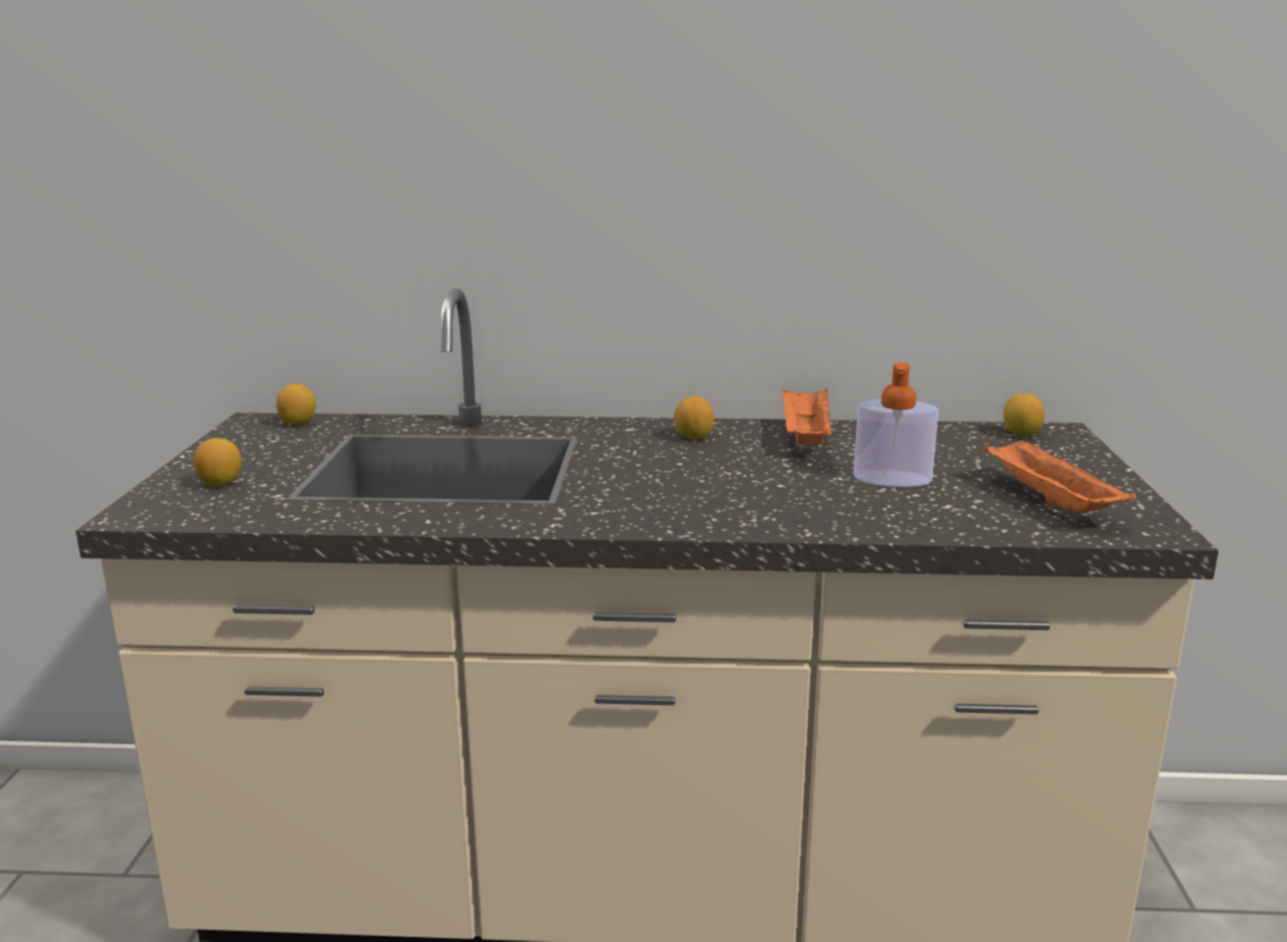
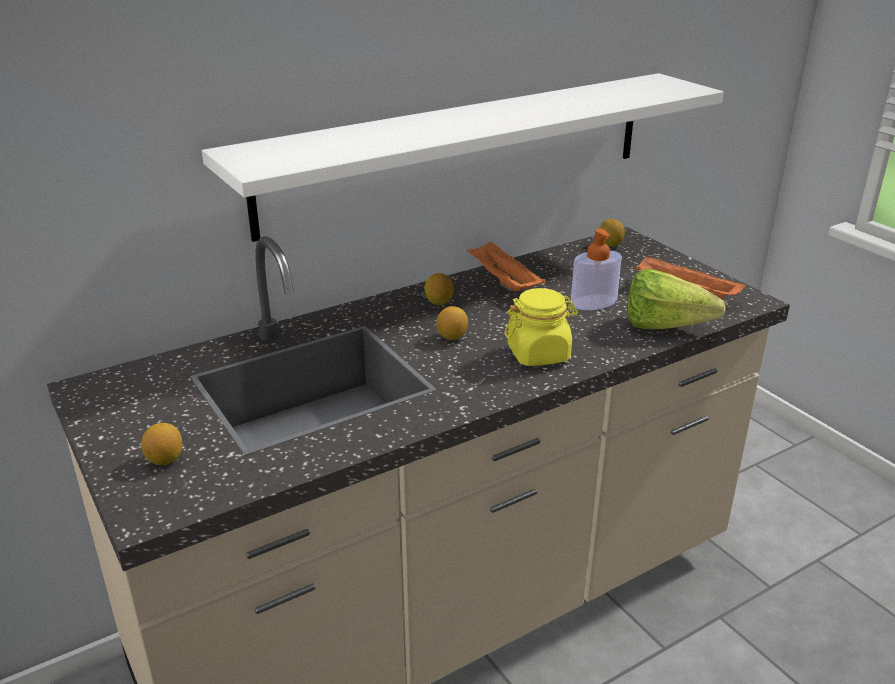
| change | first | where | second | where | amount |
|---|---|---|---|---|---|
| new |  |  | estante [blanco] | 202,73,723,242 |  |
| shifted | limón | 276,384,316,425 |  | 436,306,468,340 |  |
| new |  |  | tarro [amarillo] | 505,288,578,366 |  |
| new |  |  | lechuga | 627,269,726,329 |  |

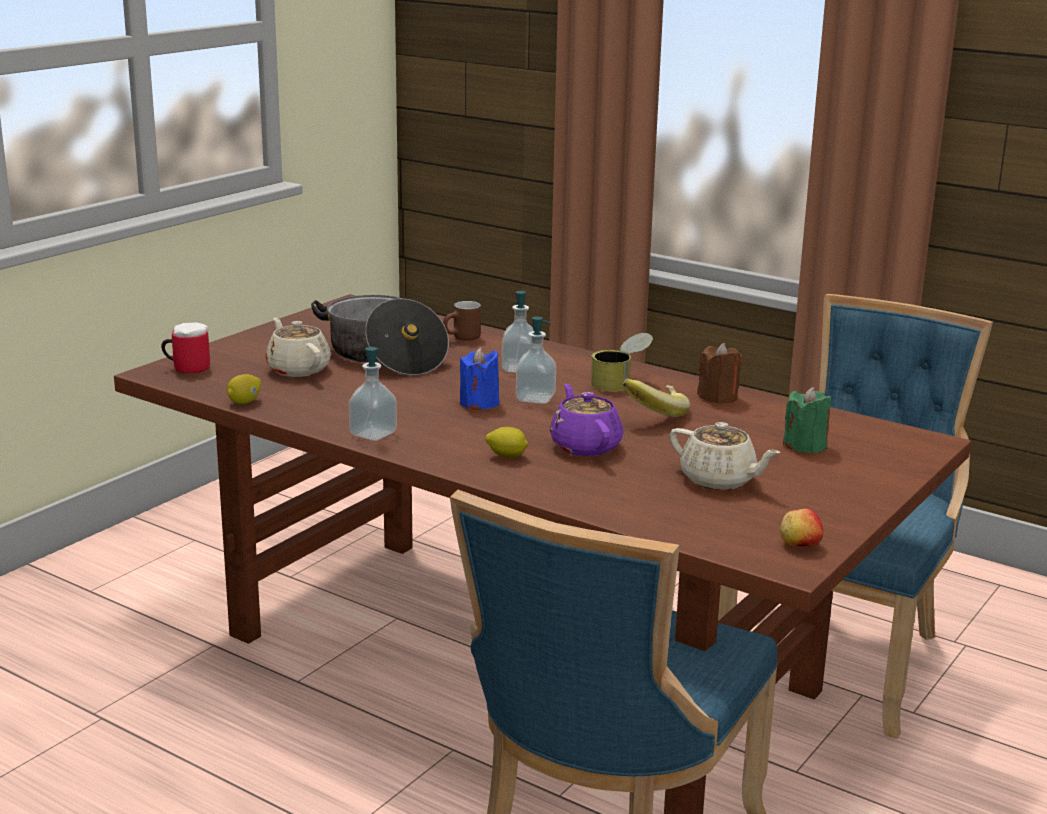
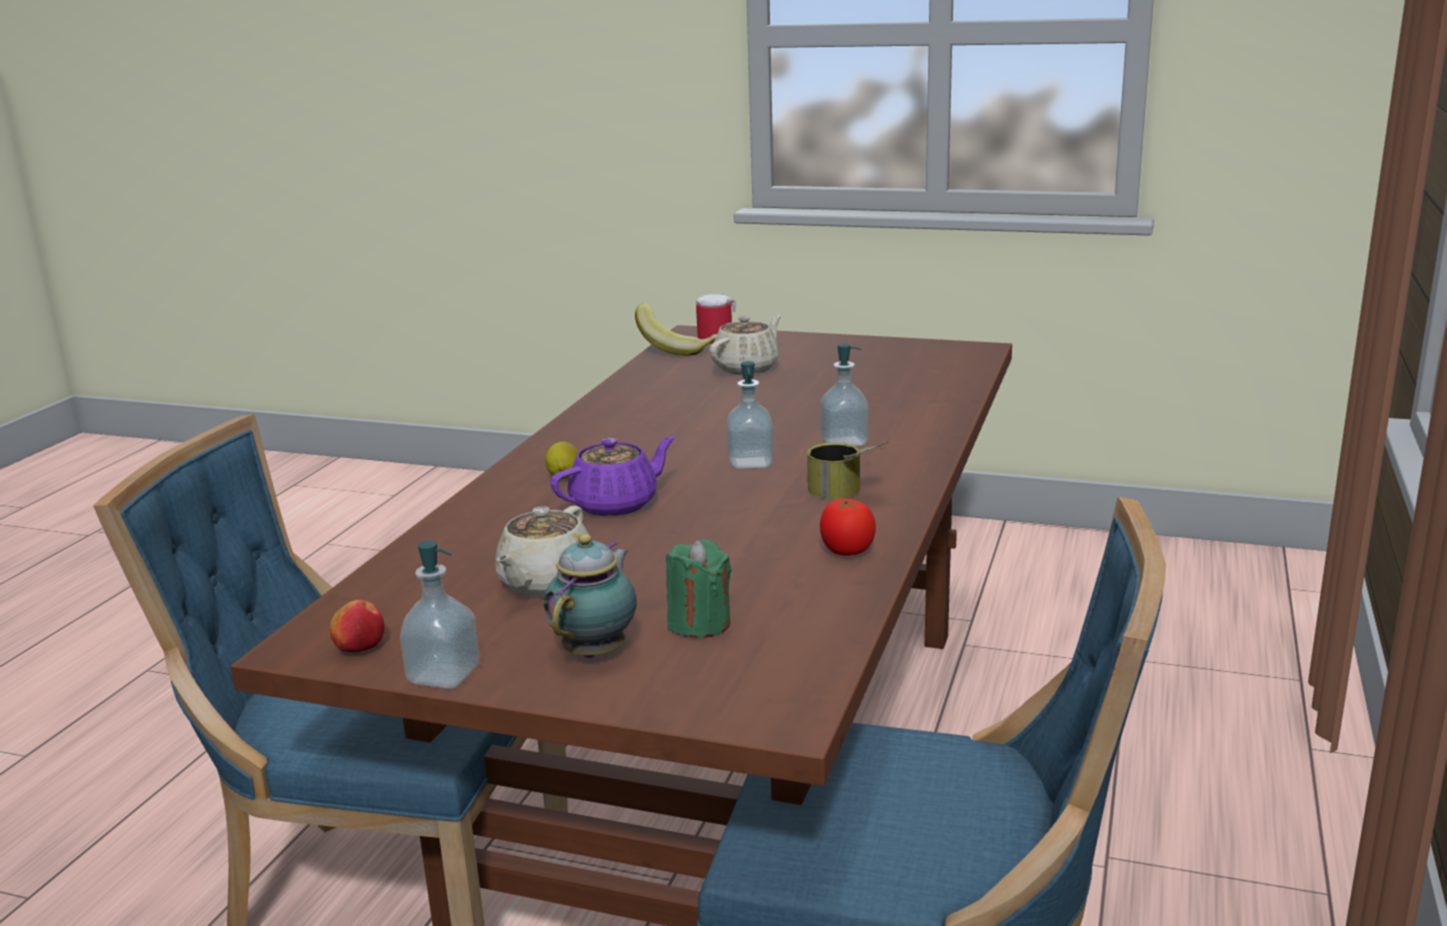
| change | first | where | second | where | amount |
|---|---|---|---|---|---|
| shifted | dispensador de jabón | 349,347,397,441 |  | 400,541,480,689 |  |
| new |  |  | tetera | 544,534,637,658 |  |
| shifted | plátano | 623,379,690,417 |  | 635,303,717,356 |  |
| swapped | vela [marrón] | 697,343,743,404 | tomate | 820,499,876,556 |  |
| gone | limón | 227,374,261,404 |  |  |  |
| gone | olla | 311,295,449,376 |  |  |  |
| gone | taza grande [marrón] | 443,301,481,341 |  |  |  |
| gone | vela [azul] | 460,347,499,409 |  |  |  |

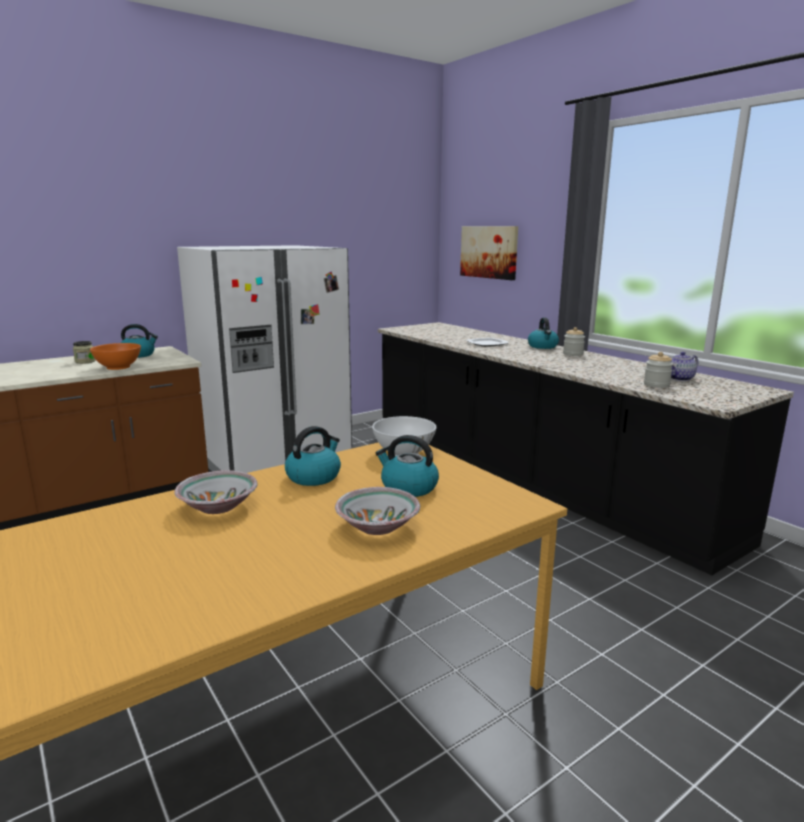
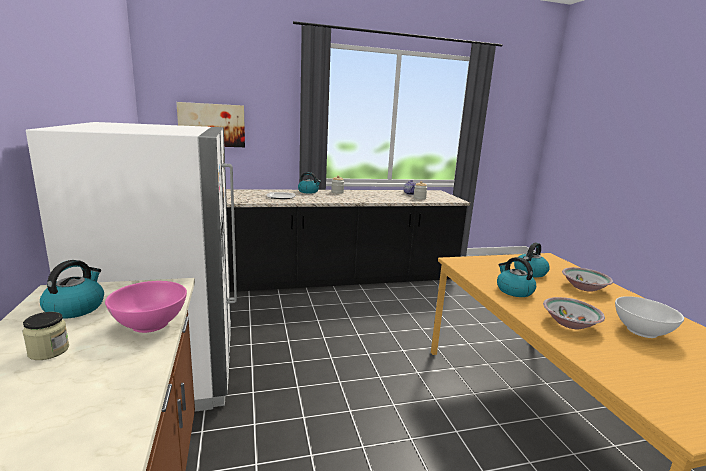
| change | first | where | second | where | amount |
|---|---|---|---|---|---|
| repainted | cuenco [naranja] | 90,343,141,370 | cuenco [rosa] | 105,281,187,333 |  |
| shifted | cuenco [blanco] | 372,416,436,457 |  | 615,296,684,338 |  |

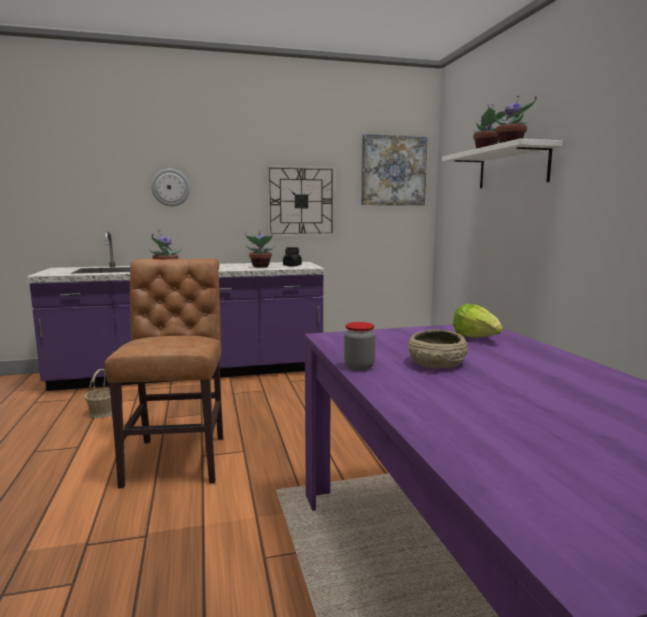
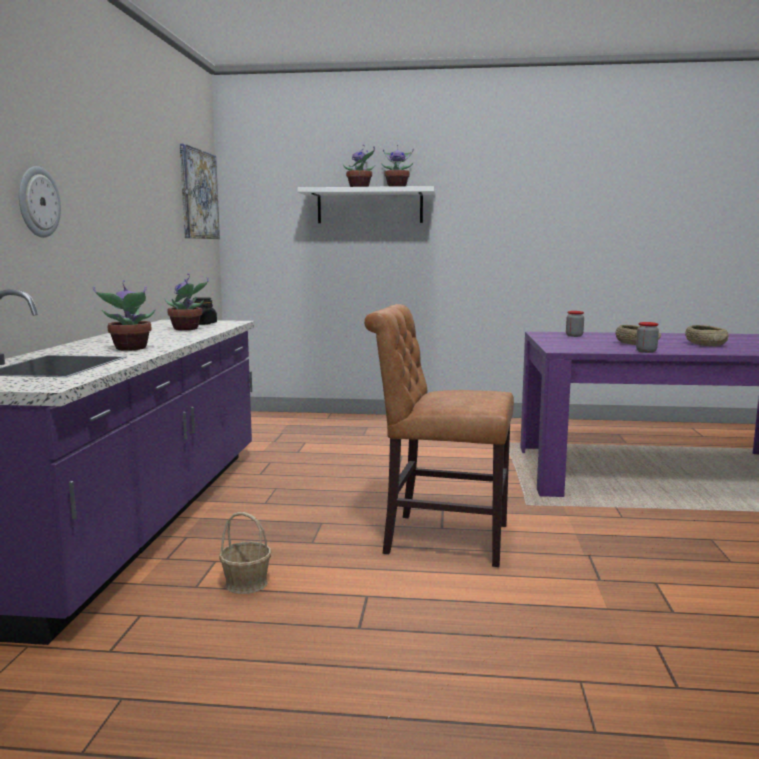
| change | first | where | second | where | amount |
|---|---|---|---|---|---|
| swapped | lechuga | 453,304,503,338 | tarro | 566,311,584,337 |  |
| new |  |  | cuenco [beis] | 685,325,729,346 |  |
| gone | reloj de pared | 266,165,335,237 |  |  |  |

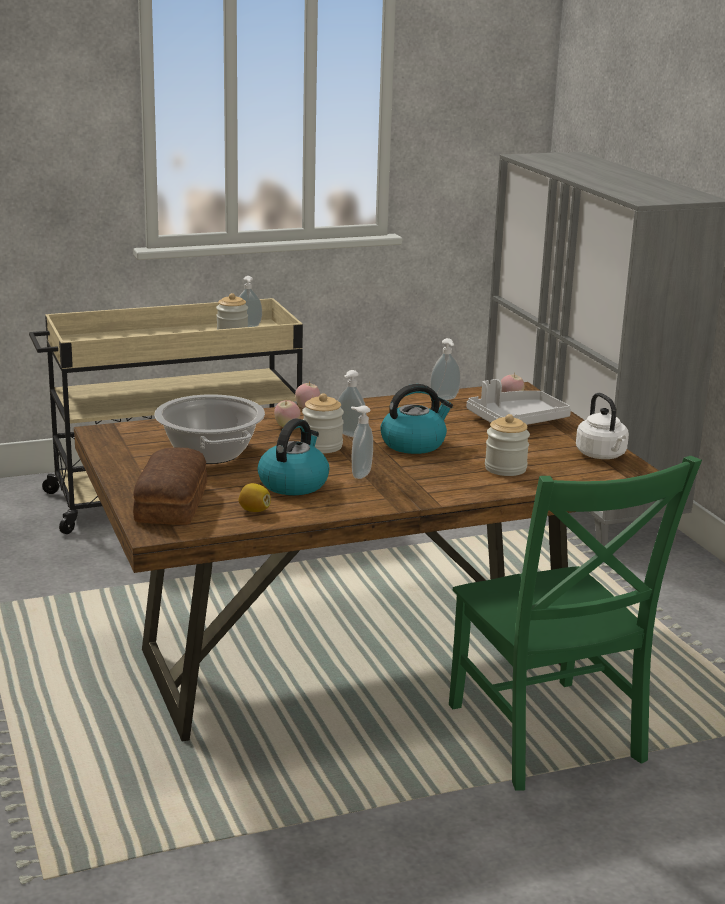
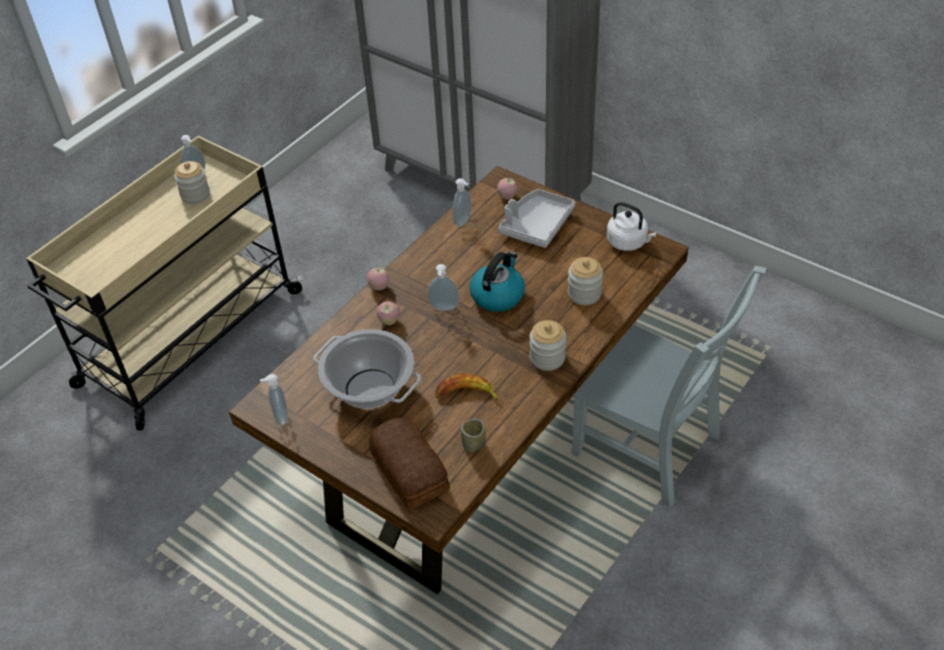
| change | first | where | second | where | amount |
|---|---|---|---|---|---|
| shifted | dispensador de jabón | 351,406,373,479 |  | 260,374,287,425 |  |
| swapped | hervidor | 257,418,329,495 | plátano | 436,374,500,401 |  |
| swapped | limón | 238,483,271,512 | taza | 461,419,485,452 |  |
| shifted | tarro | 302,393,344,453 |  | 530,320,566,371 |  |
| repainted | silla [verde] | 449,456,702,791 | silla [gris] | 572,266,766,508 |  |

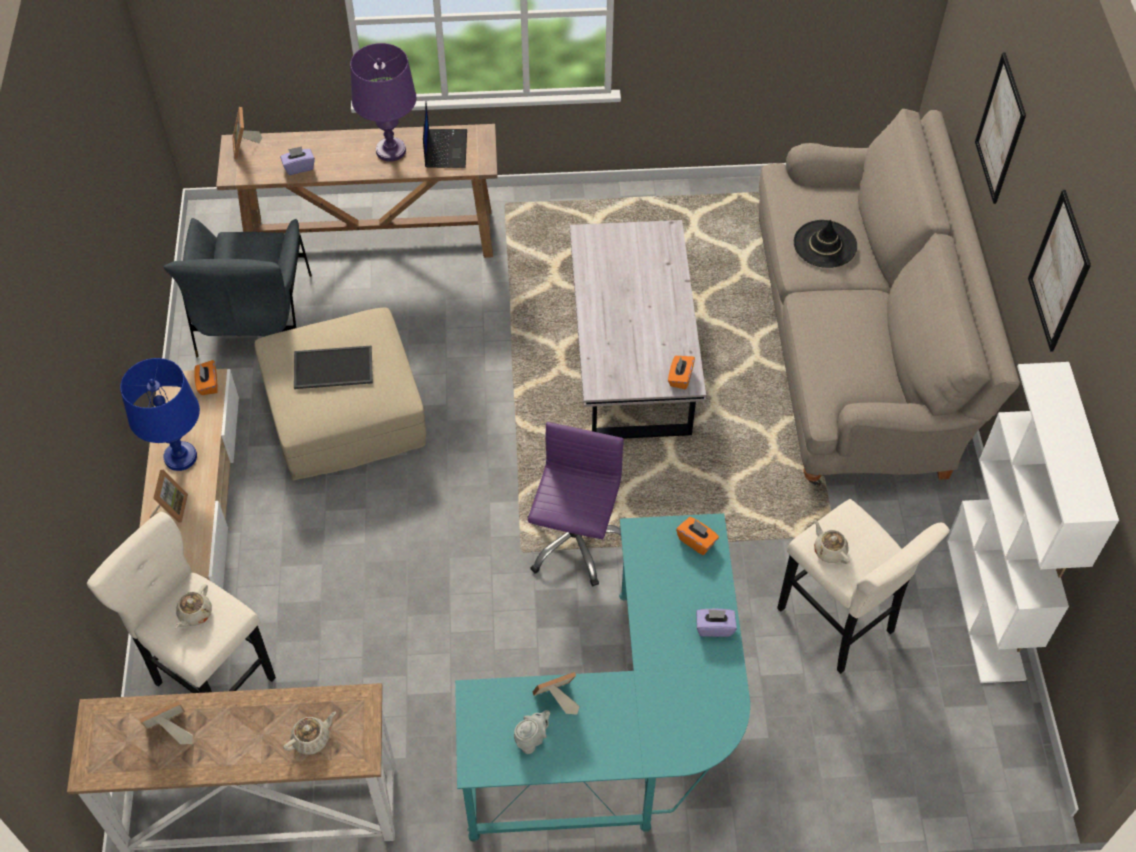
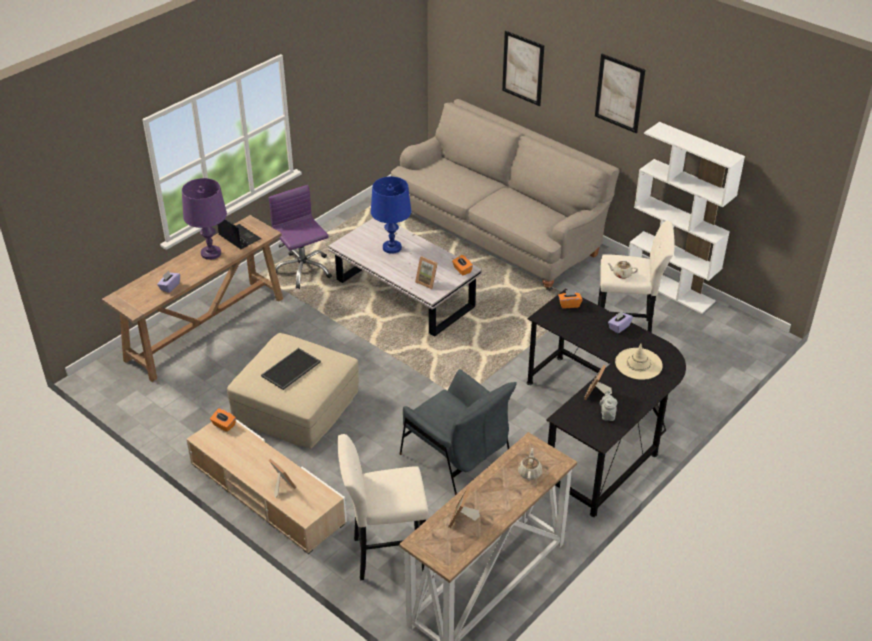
| change | first | where | second | where | amount |
|---|---|---|---|---|---|
| shifted | silla de oficina [morado] | 528,422,624,586 |  | 268,185,332,289 |  |
| shifted | lámpara de mesa [azul] | 120,358,200,471 |  | 371,177,411,254 |  |
| shifted | sillón [gris] | 164,218,312,357 |  | 400,369,517,495 |  |
| shifted | portarretratos | 232,107,262,159 |  | 415,256,438,289 |  |
| repainted | escritorio [turquesa] | 455,513,750,841 | escritorio [negro] | 527,289,686,517 |  |
| new |  |  | sombrero [beis] | 615,344,663,380 |  |
| gone | tetera [beis] | 175,584,212,628 |  |  |  |
| gone | sombrero [negro] | 794,220,857,268 |  |  |  |

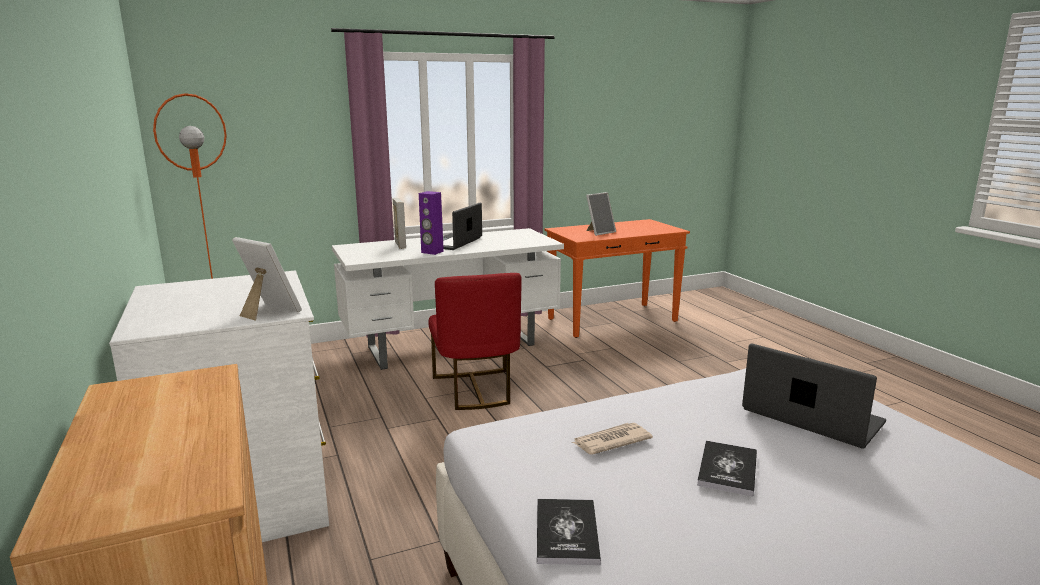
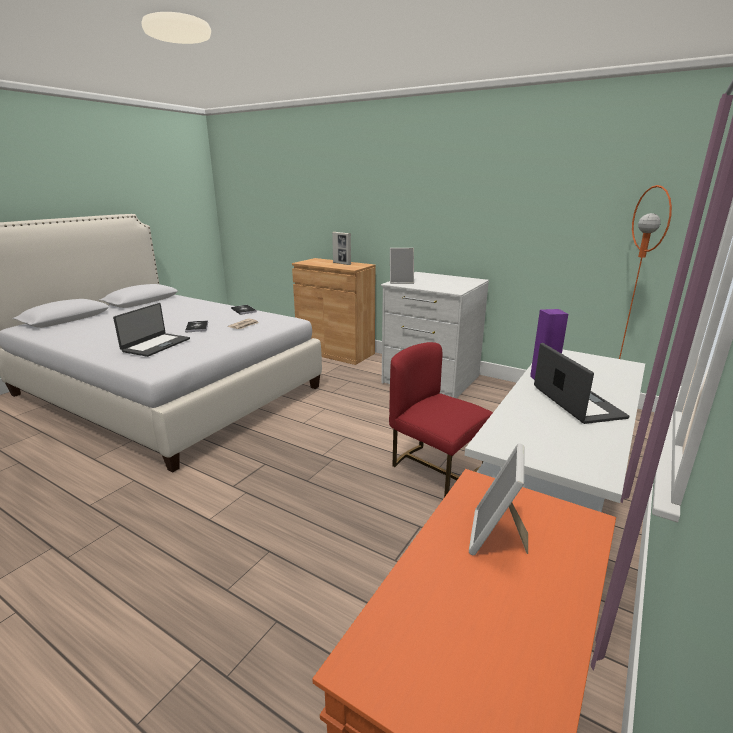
| change | first | where | second | where | amount |
|---|---|---|---|---|---|
| rotated | portátil | 742,344,886,449 |  | 113,303,190,357 | 75 degrees counterclockwise |
| shifted | portarretratos | 393,198,406,249 |  | 332,232,351,265 |  |

